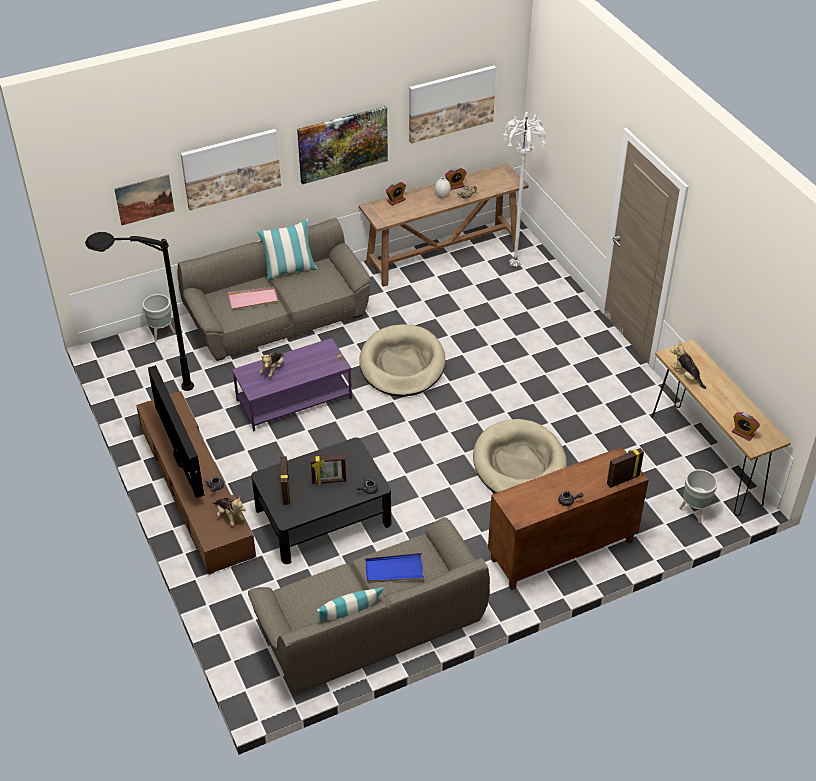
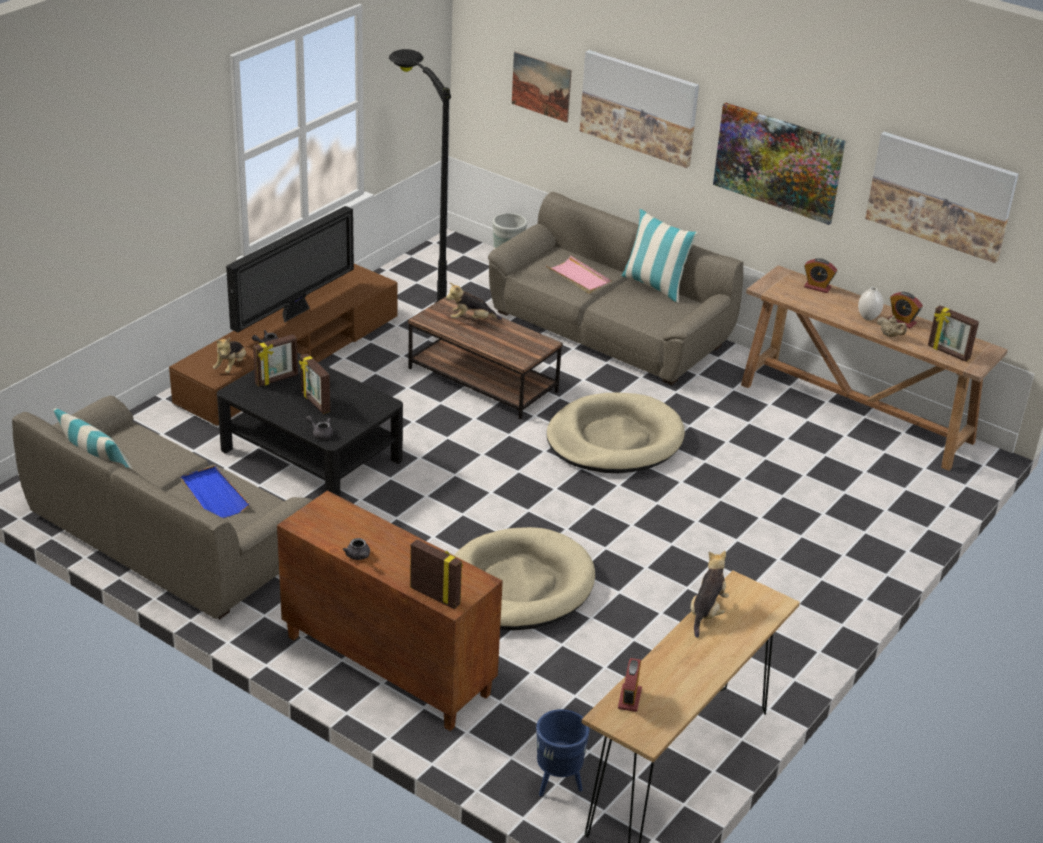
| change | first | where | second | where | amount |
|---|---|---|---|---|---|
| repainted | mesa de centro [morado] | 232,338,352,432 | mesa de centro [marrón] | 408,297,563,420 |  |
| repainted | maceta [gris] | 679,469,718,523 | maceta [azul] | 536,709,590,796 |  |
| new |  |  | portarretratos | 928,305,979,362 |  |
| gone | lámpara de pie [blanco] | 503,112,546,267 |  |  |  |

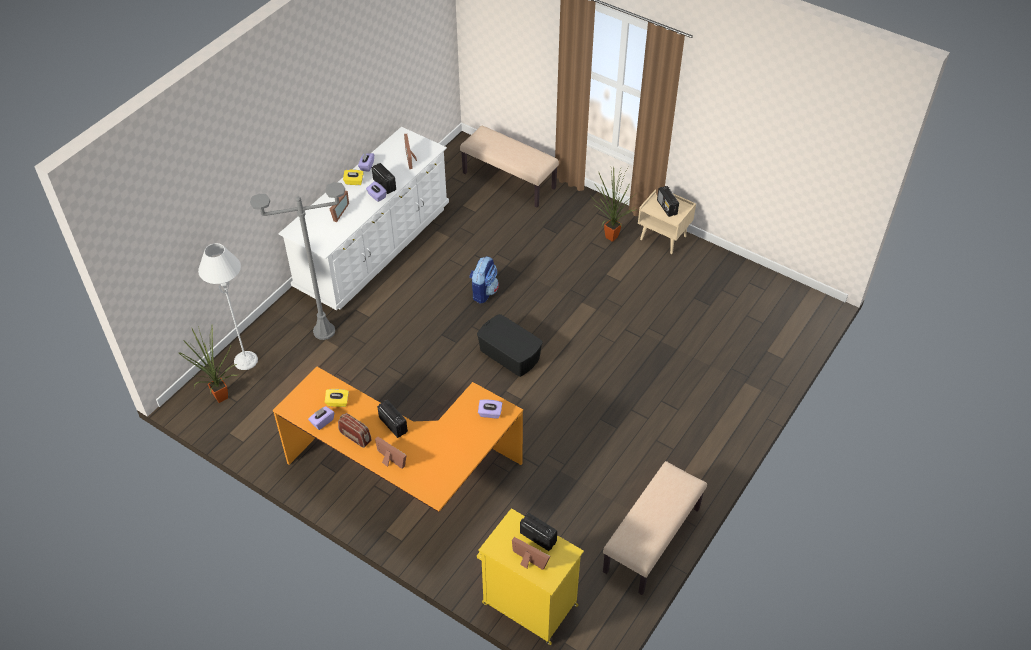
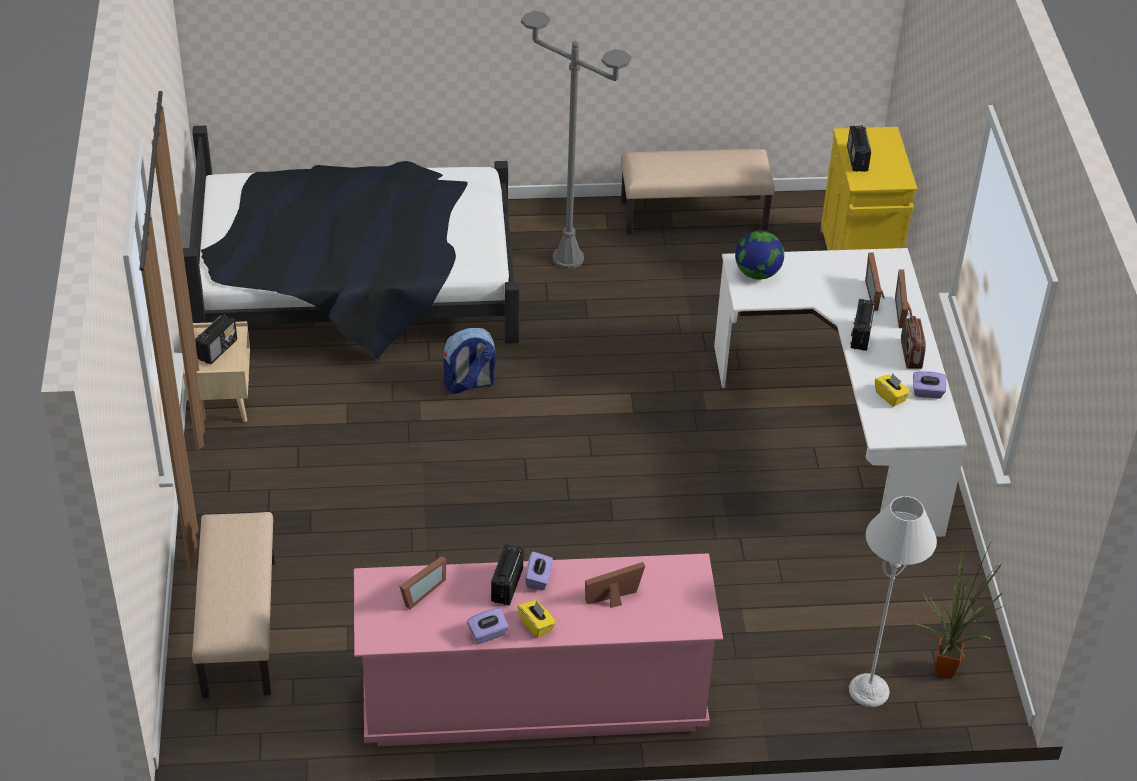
| change | first | where | second | where | amount |
|---|---|---|---|---|---|
| new |  |  | cama [negro] | 183,126,519,360 |  |
| repainted | cómoda [blanco] | 279,127,449,310 | cómoda [rosa] | 354,553,723,747 |  |
| shifted | mochila | 469,256,499,304 |  | 443,328,496,394 |  |
| shifted | lámpara de pie [gris] | 250,182,345,340 |  | 521,10,631,269 |  |
| repainted | escritorio [naranja] | 273,367,523,512 | escritorio [blanco] | 714,248,967,537 |  |
| swapped | caja de pañuelos [morado] | 478,399,502,419 | globo terráqueo | 735,231,784,280 |  |
| shifted | portarretratos | 512,537,550,570 |  | 865,252,885,311 |  |
| gone | caja de almacenaje [negro] | 477,314,543,377 |  |  |  |
| gone | planta en maceta | 590,167,638,242 |  |  |  |

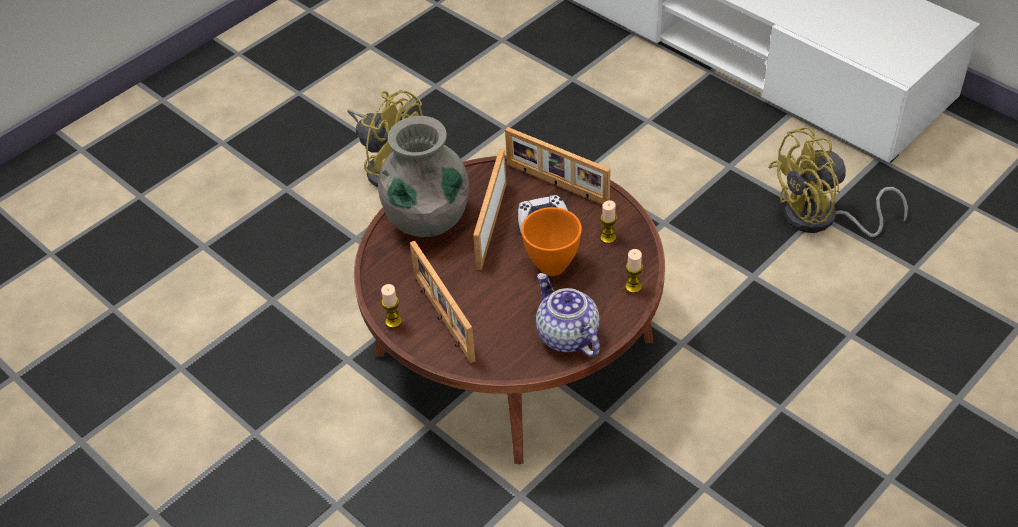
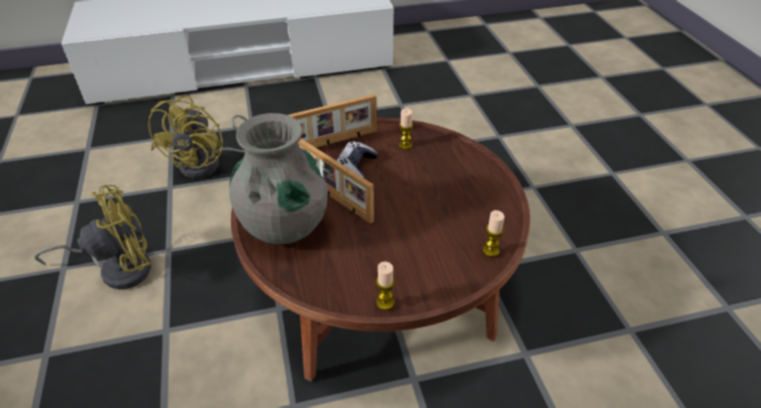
| change | first | where | second | where | amount |
|---|---|---|---|---|---|
| shifted | ventilador [amarillo] | 768,127,908,237 |  | 148,95,247,179 |  |
| shifted | vela | 625,249,643,293 |  | 483,210,505,257 |  |
| gone | portarretratos | 410,241,476,363 |  |  |  |
| gone | cuenco [naranja] | 521,207,582,276 |  |  |  |
| gone | tetera | 536,273,600,357 |  |  |  |

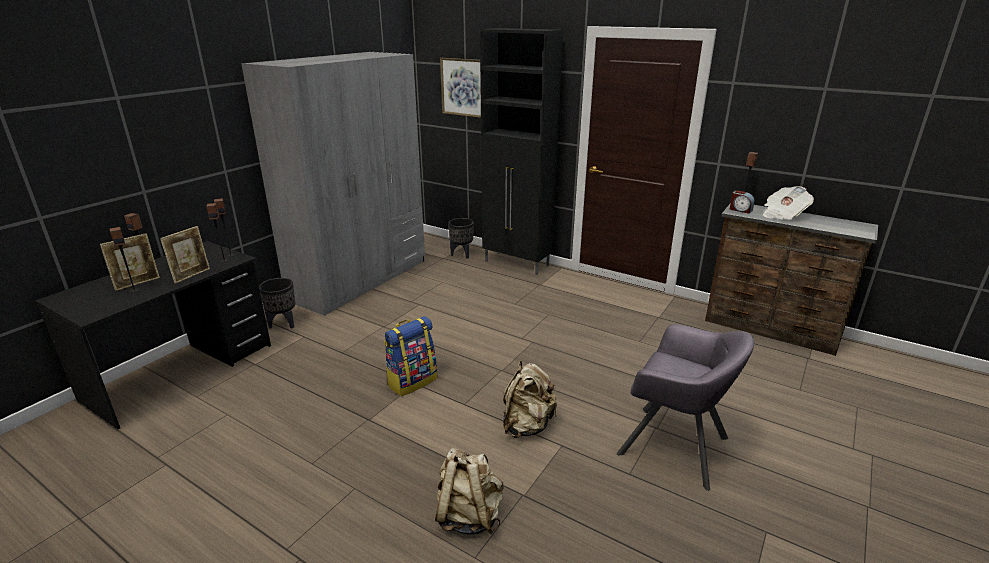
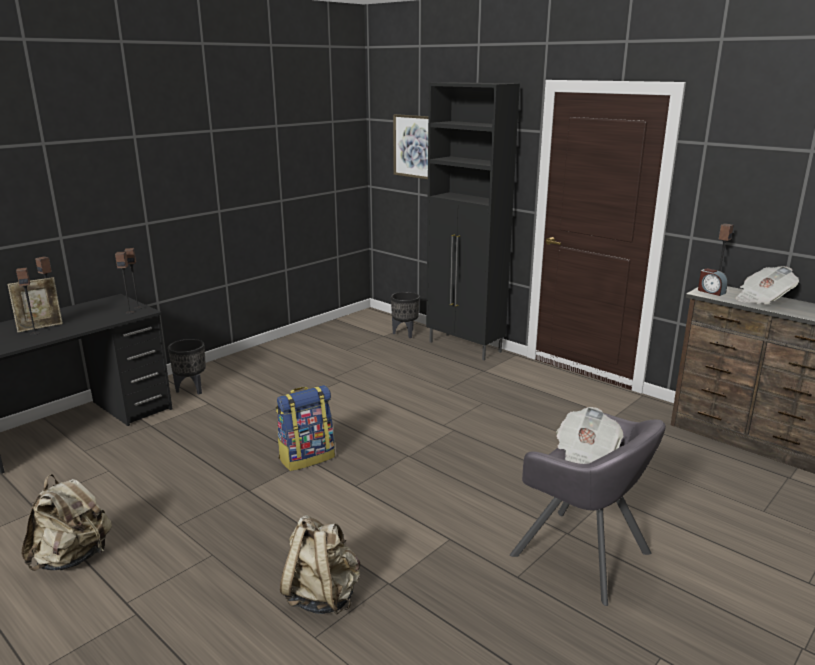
| change | first | where | second | where | amount |
|---|---|---|---|---|---|
| shifted | mochila [beis] | 503,361,557,438 |  | 21,474,112,571 |  |
| new |  |  | periódico | 556,407,623,464 |  |
| gone | portarretratos | 160,226,210,284 |  |  |  |
| gone | armario ropero [gris] | 241,52,425,316 |  |  |  |

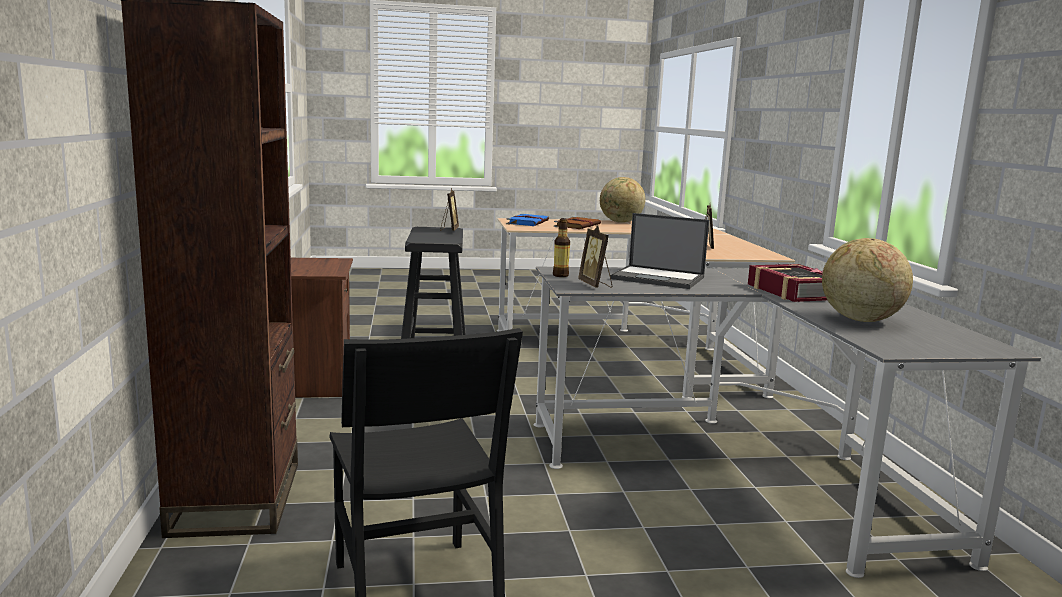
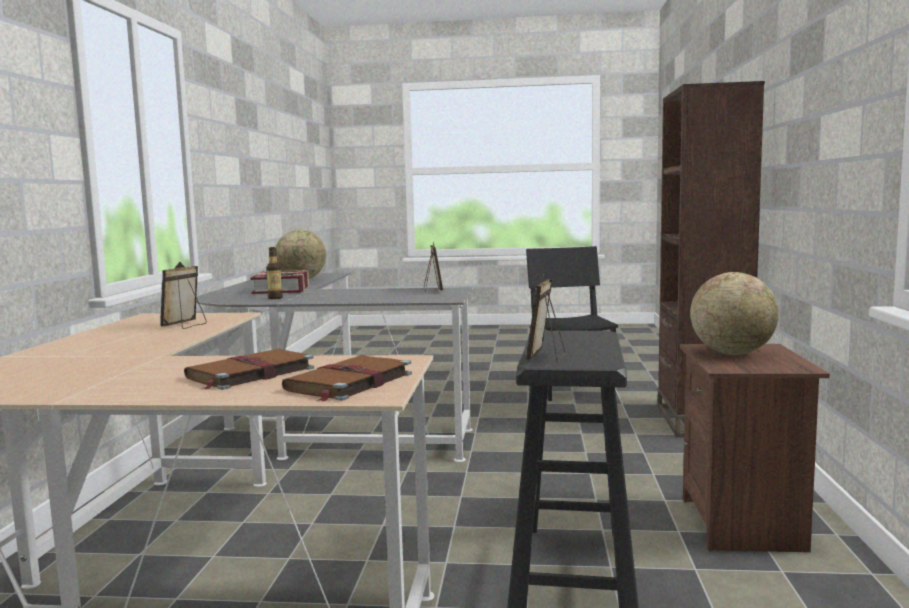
| change | first | where | second | where | amount |
|---|---|---|---|---|---|
| shifted | botella | 553,218,570,277 |  | 266,247,283,299 |  |
| repainted | libro [azul] | 506,213,549,226 | libro [marrón] | 282,355,412,402 |  |
| shifted | globo terráqueo | 600,177,645,223 |  | 690,272,779,355 |  |
| gone | portátil | 610,213,709,289 |  |  |  |

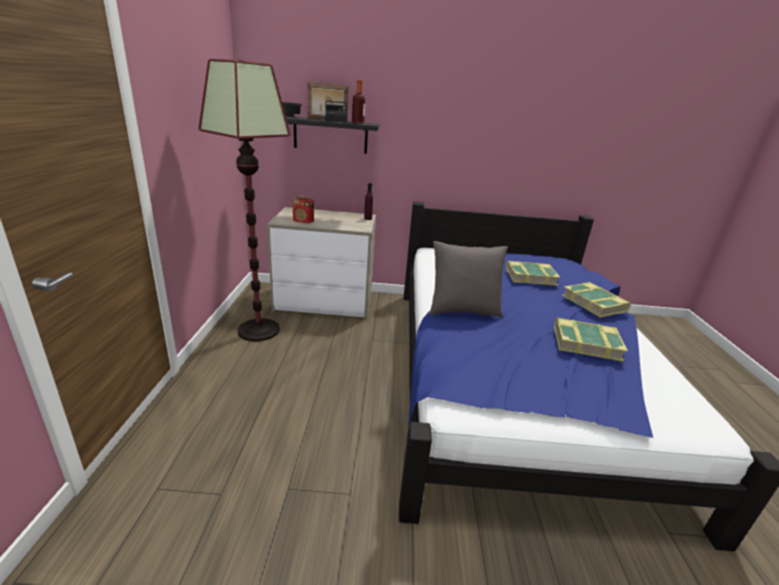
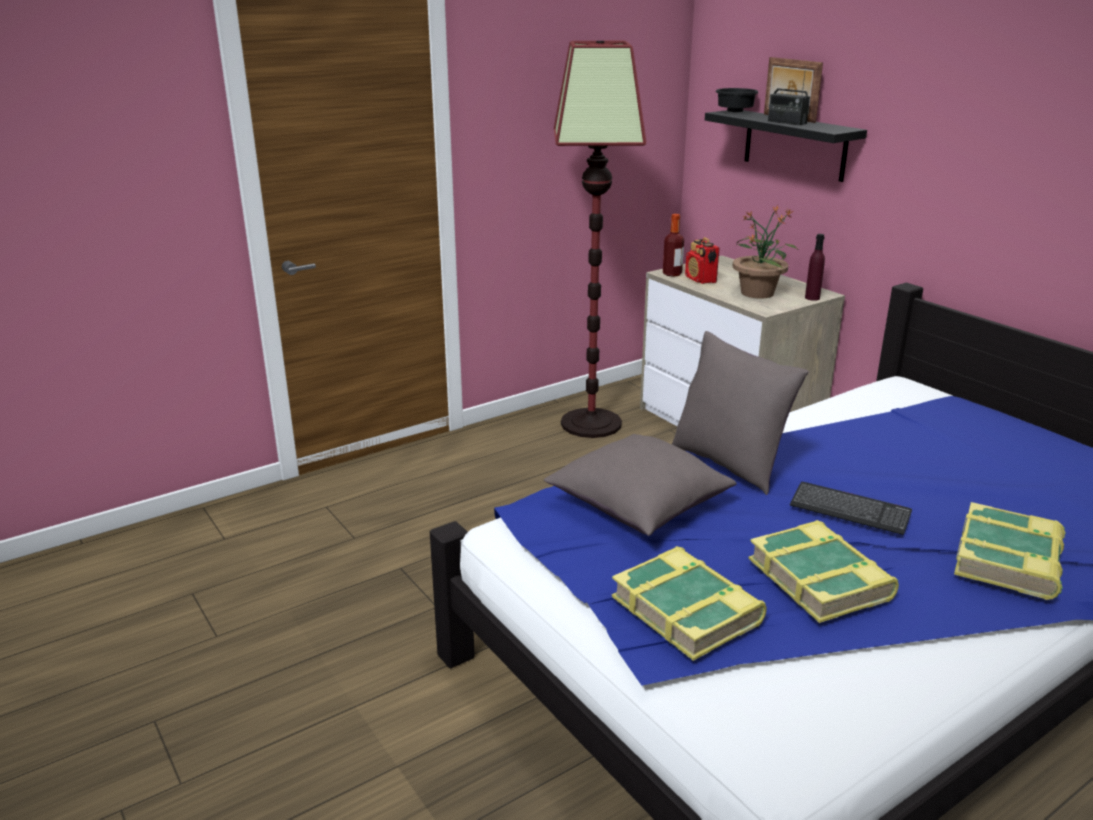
| change | first | where | second | where | amount |
|---|---|---|---|---|---|
| new |  |  | cojín [gris] | 544,434,737,536 |  |
| shifted | libro | 506,261,560,286 |  | 611,546,767,661 |  |
| shifted | botella | 352,80,365,124 |  | 663,214,684,277 |  |
| new |  |  | planta en maceta | 733,205,798,299 |  |
| new |  |  | teclado | 790,482,912,535 |  |

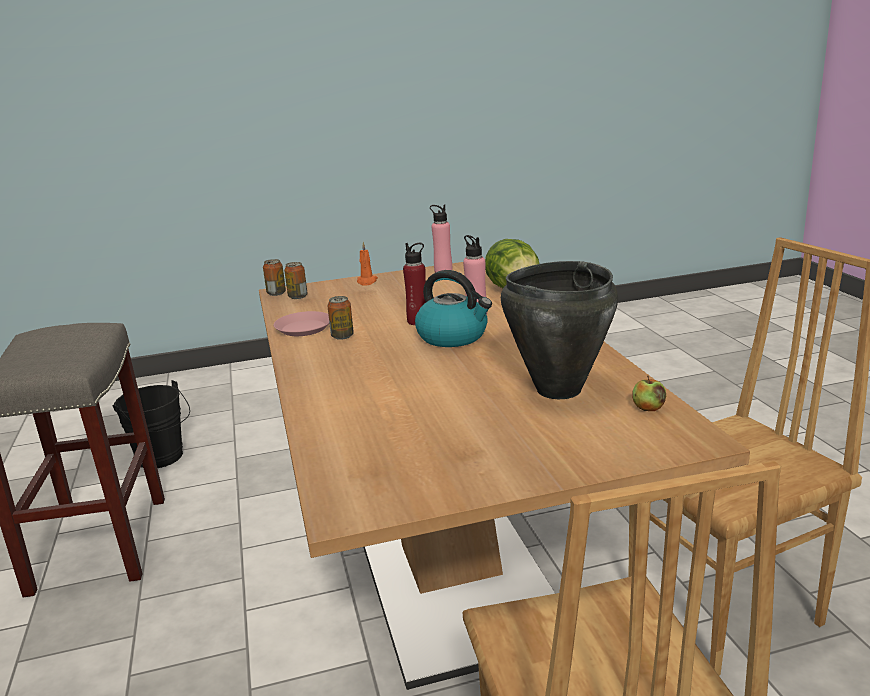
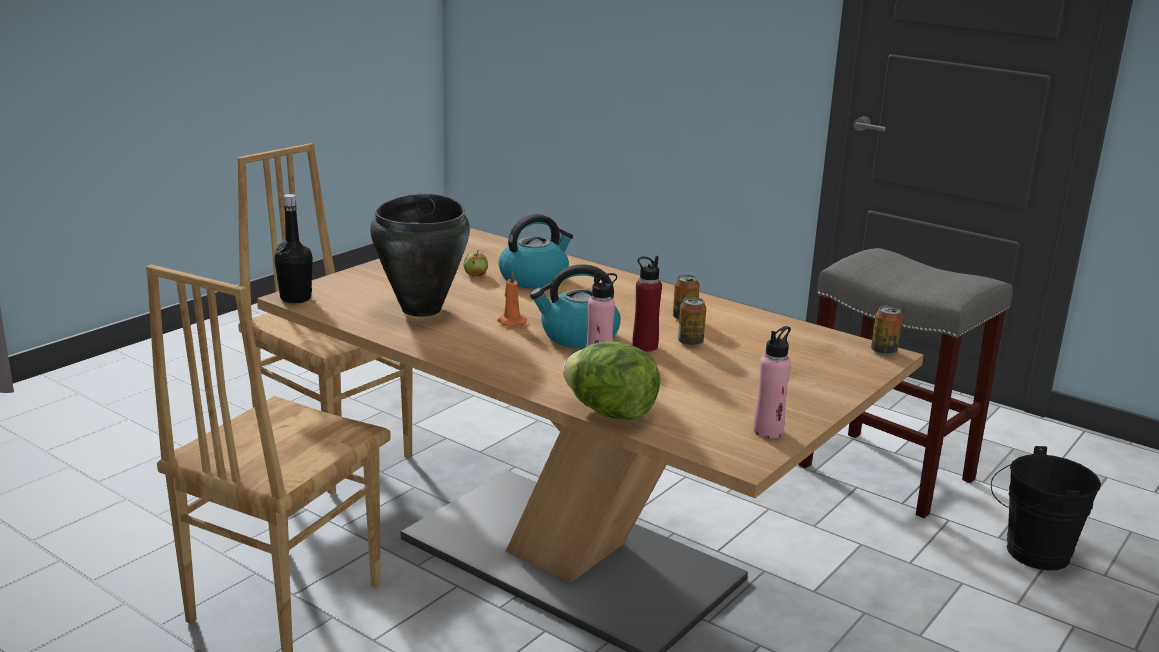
| change | first | where | second | where | amount |
|---|---|---|---|---|---|
| new |  |  | botella [negro] | 274,194,313,303 |  |
| shifted | manzana | 632,376,666,411 |  | 464,251,488,276 |  |
| shifted | vela [naranja] | 357,242,378,285 |  | 497,271,527,327 |  |
| new |  |  | hervidor | 498,214,573,289 |  |
| shifted | lata | 284,262,308,299 |  | 678,297,706,346 |  |
| gone | plato [rosa] | 274,311,329,336 |  |  |  |

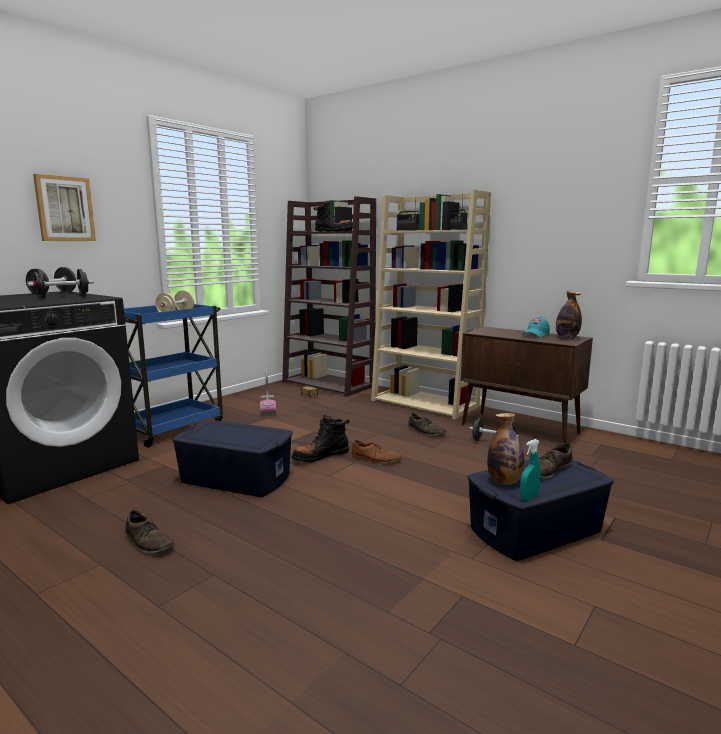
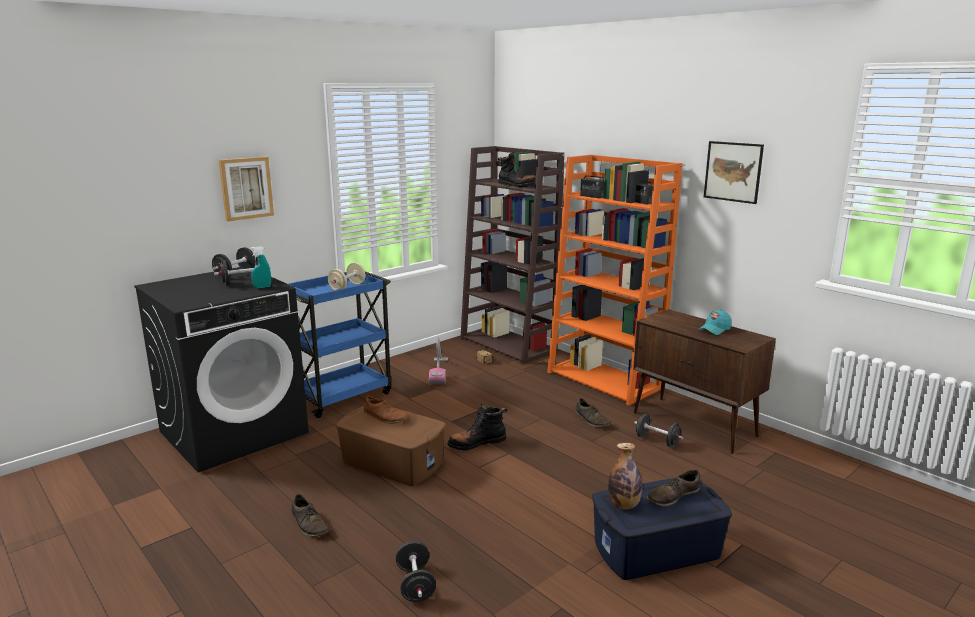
| change | first | where | second | where | amount |
|---|---|---|---|---|---|
| shifted | pulverizador [turquesa] | 520,439,541,500 |  | 251,246,271,288 |  |
| repainted | caja de almacenaje [azul] | 172,420,293,497 | caja de almacenaje [marrón] | 336,406,446,486 |  |
| shifted | zapato [marrón] | 351,440,402,464 |  | 364,395,409,424 |  |
| new |  |  | mancuerna [negro] | 395,541,436,602 |  |
| repainted | estantería [beis] | 371,189,491,419 | estantería [naranja] | 547,155,683,405 |  |
| new |  |  | cuadro | 704,141,764,204 |  |
| gone | botella | 556,291,582,339 |  |  |  |

